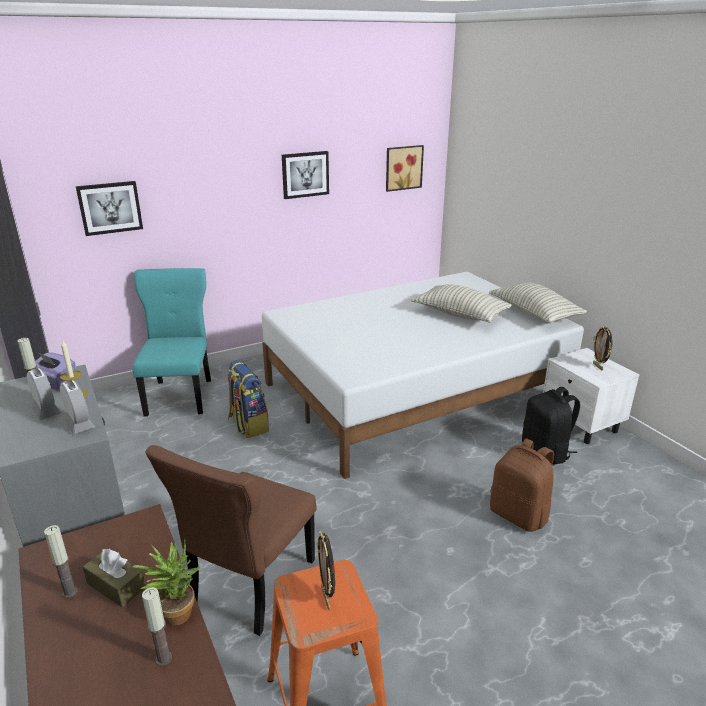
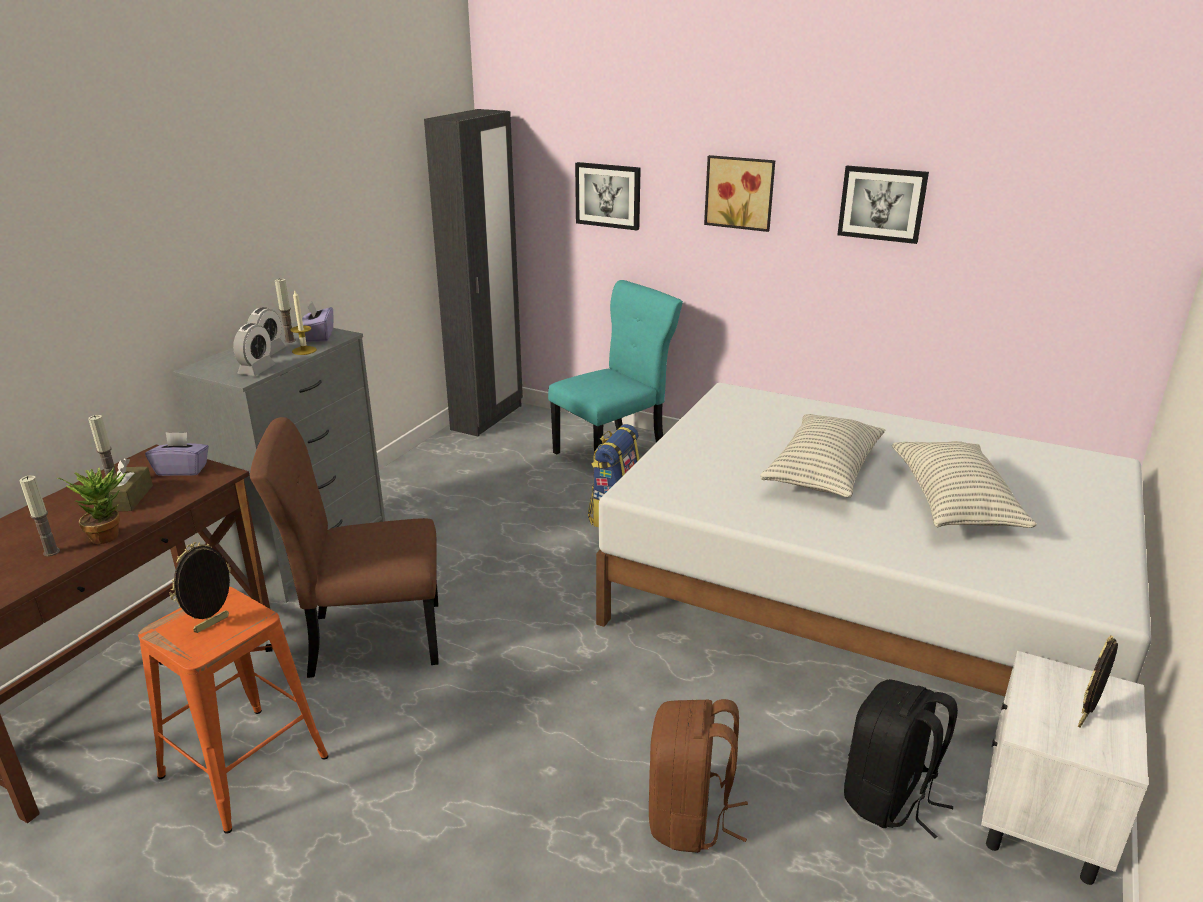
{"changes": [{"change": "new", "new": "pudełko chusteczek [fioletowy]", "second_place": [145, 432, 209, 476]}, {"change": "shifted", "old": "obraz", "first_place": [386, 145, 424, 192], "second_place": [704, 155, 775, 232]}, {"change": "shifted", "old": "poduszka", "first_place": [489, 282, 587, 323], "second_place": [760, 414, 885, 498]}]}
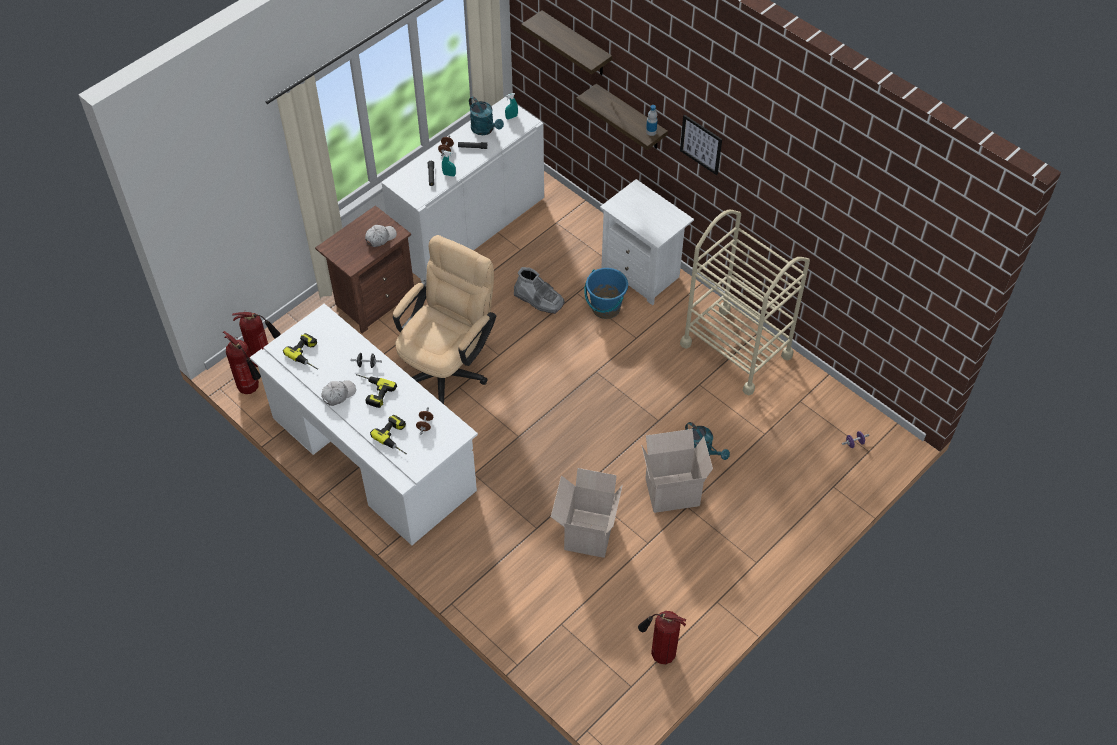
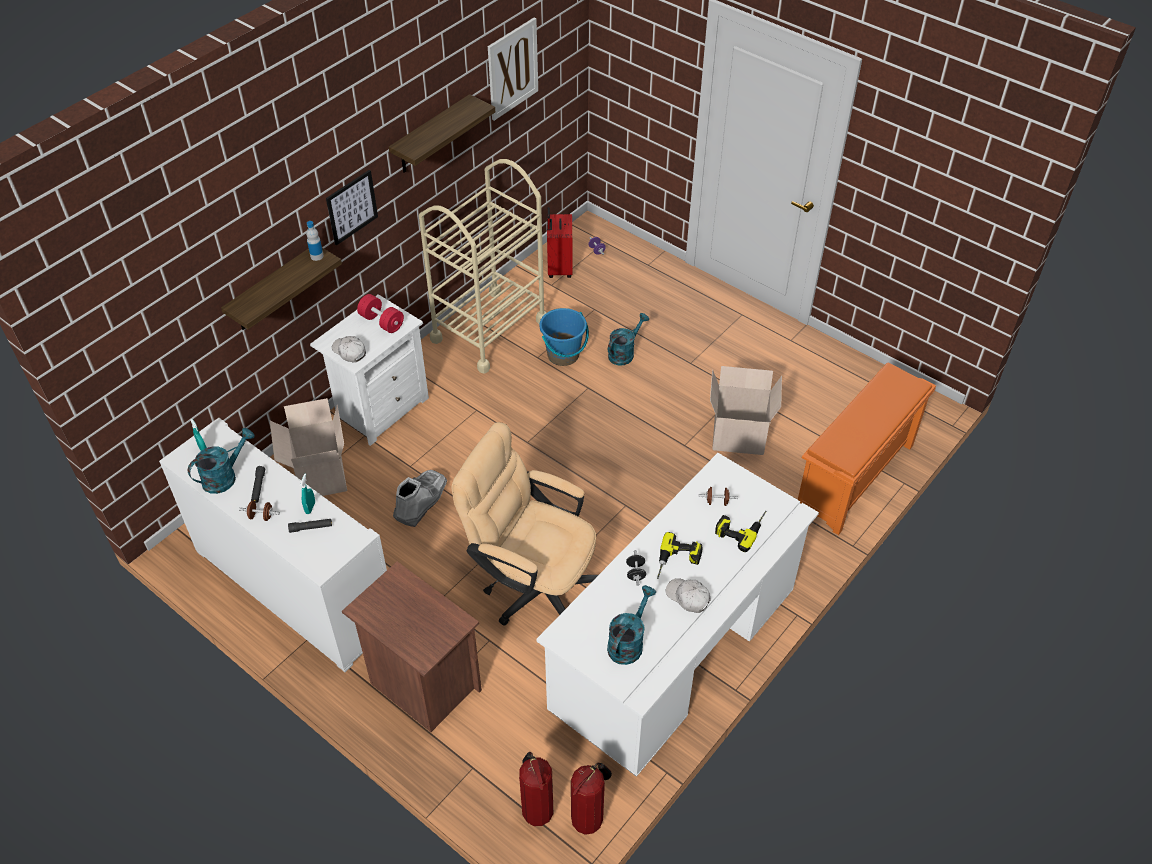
{"changes": [{"change": "gone", "old": "gaśnica", "first_place": [638, 611, 686, 664]}, {"change": "new", "new": "hantel [czerwony]", "second_place": [357, 294, 404, 333]}, {"change": "new", "new": "obraz", "second_place": [488, 17, 538, 121]}, {"change": "new", "new": "walizka [czerwony]", "second_place": [547, 207, 572, 278]}, {"change": "new", "new": "regał na buty [pomarańczowy]", "second_place": [797, 363, 936, 535]}, {"change": "shifted", "old": "czapka z daszkiem [biały]", "first_place": [365, 225, 397, 247], "second_place": [332, 336, 366, 363]}, {"change": "shifted", "old": "półka", "first_place": [521, 10, 612, 75], "second_place": [389, 94, 495, 172]}, {"change": "shifted", "old": "wiadro [niebieski]", "first_place": [584, 268, 628, 319], "second_place": [539, 308, 589, 366]}, {"change": "shifted", "old": "karton", "first_place": [641, 429, 713, 513], "second_place": [270, 398, 347, 496]}, {"change": "swapped", "old": "wiertarka", "new": "konewka [turkusowy]", "first_place": [283, 333, 318, 370], "second_place": [607, 585, 656, 665]}]}
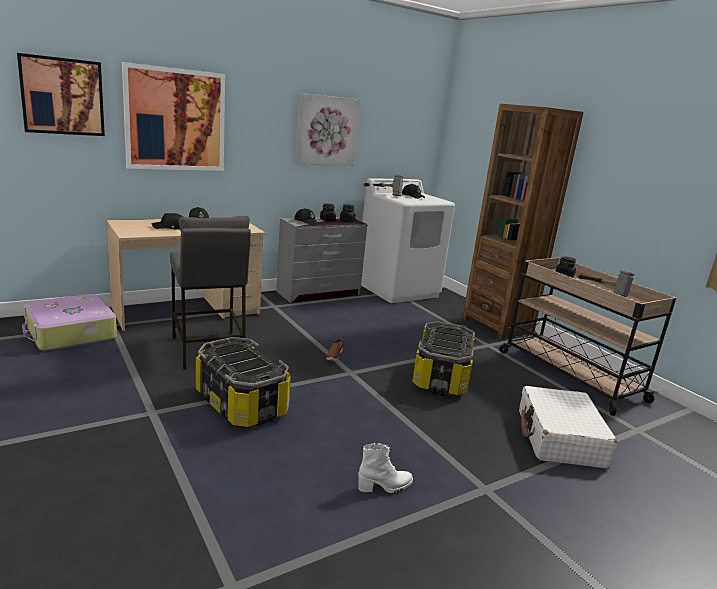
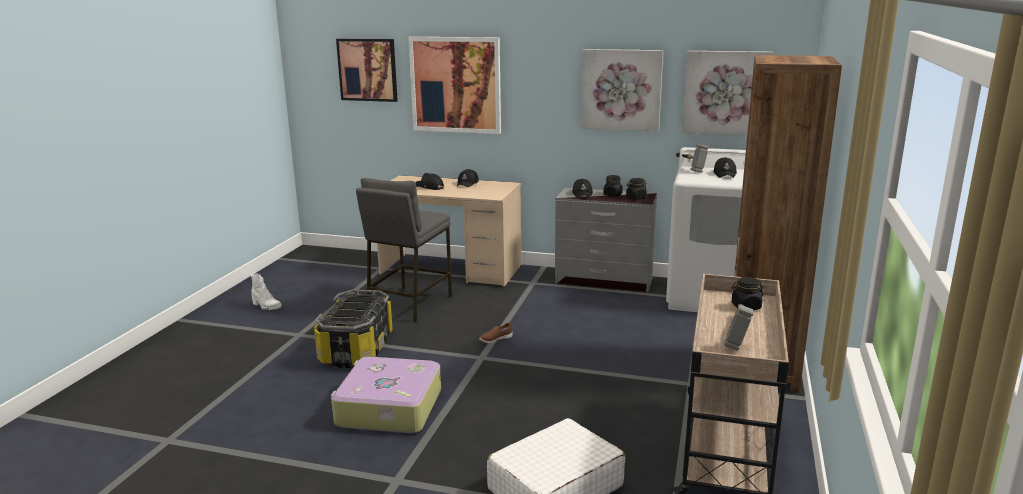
{"changes": [{"change": "gone", "old": "pojemnik do przechowywania", "first_place": [412, 321, 475, 396]}, {"change": "new", "new": "obraz", "second_place": [682, 51, 773, 135]}, {"change": "shifted", "old": "walizka", "first_place": [22, 294, 117, 351], "second_place": [331, 357, 441, 433]}, {"change": "shifted", "old": "but z cholewką [biały]", "first_place": [358, 443, 413, 493], "second_place": [251, 273, 282, 310]}]}
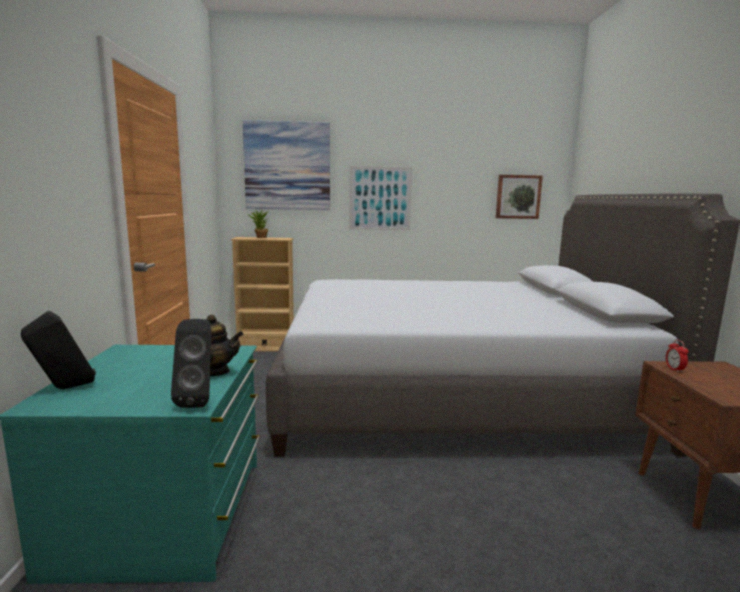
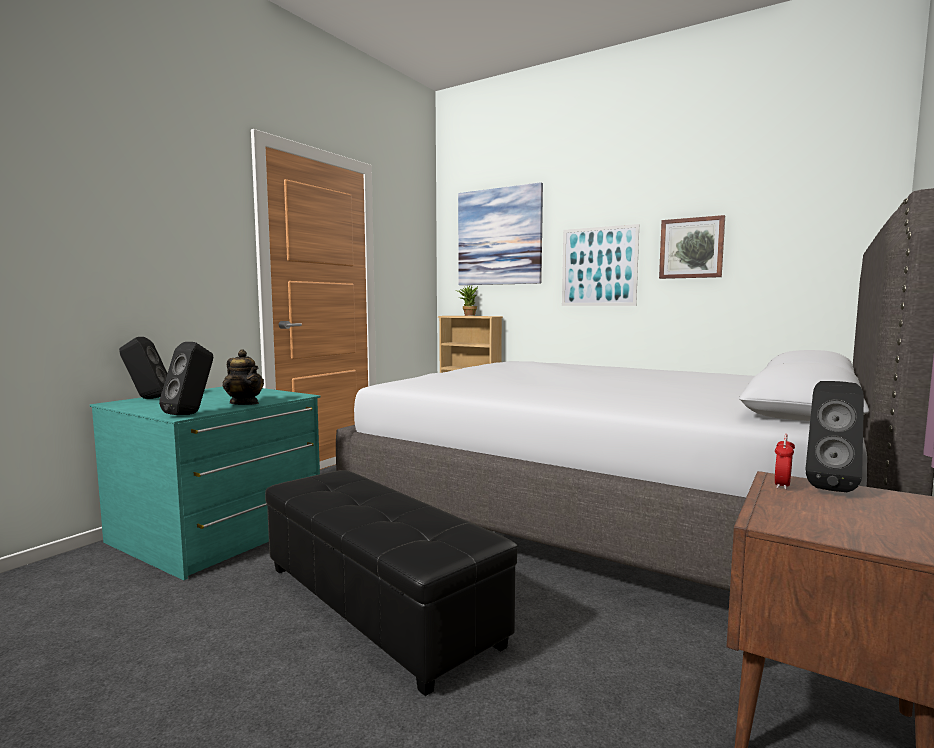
{"changes": [{"change": "new", "new": "pufa [czarny]", "second_place": [265, 470, 517, 696]}, {"change": "new", "new": "głośnik [czarny]", "second_place": [806, 381, 864, 492]}, {"change": "shifted", "old": "obraz", "first_place": [496, 175, 543, 219], "second_place": [659, 215, 725, 279]}]}
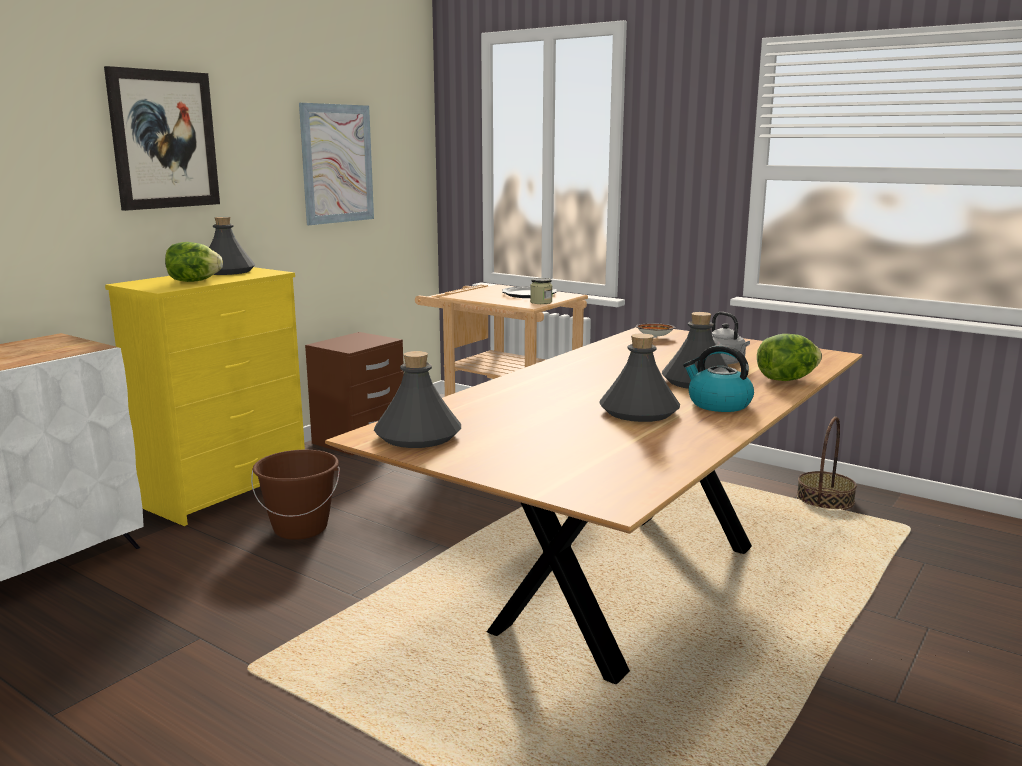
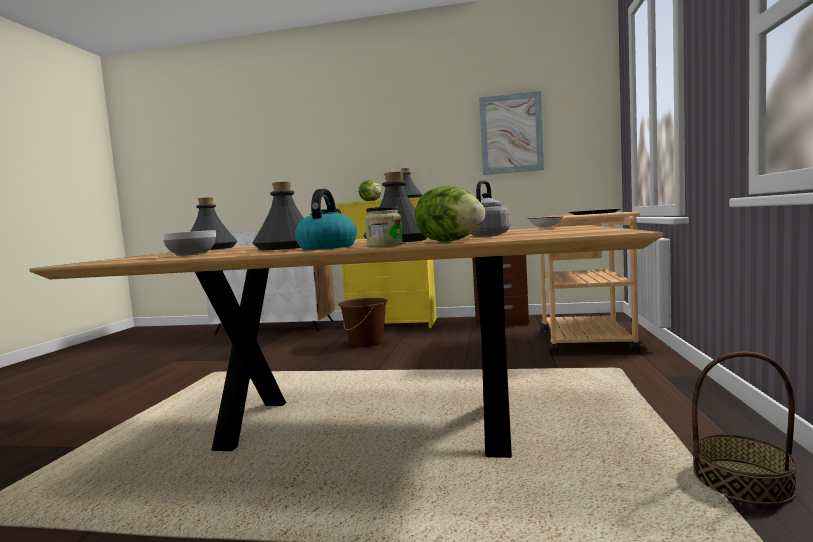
{"changes": [{"change": "gone", "old": "obraz", "first_place": [104, 66, 220, 211]}, {"change": "new", "new": "miska", "second_place": [162, 230, 216, 256]}, {"change": "shifted", "old": "słoik", "first_place": [530, 278, 552, 304], "second_place": [365, 206, 403, 247]}]}
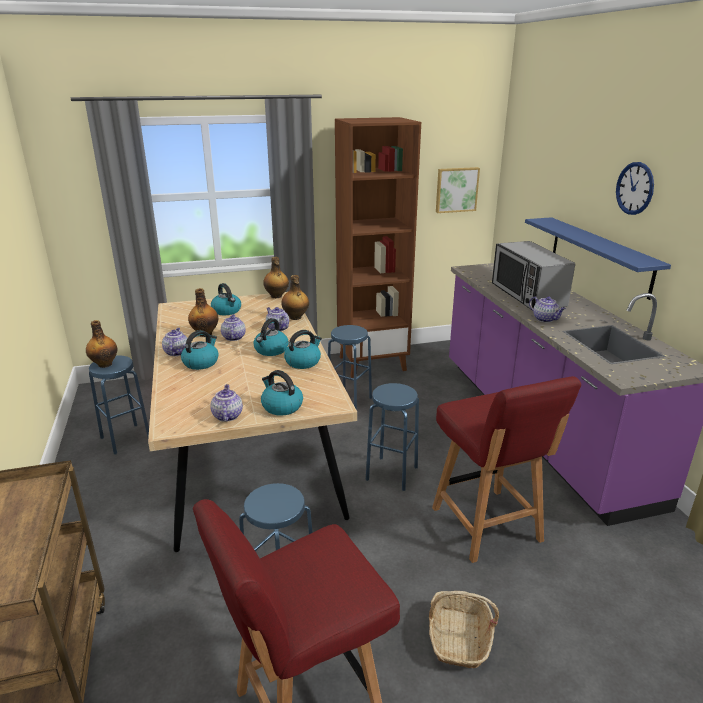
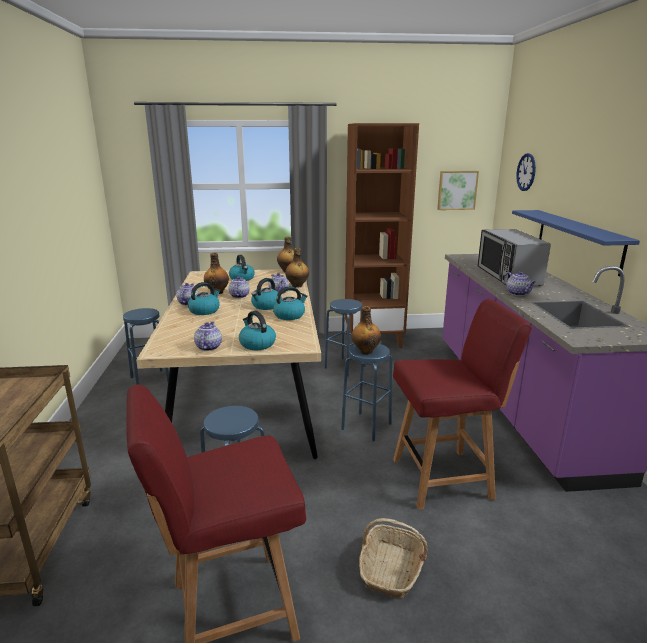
{"changes": [{"change": "shifted", "old": "butelka", "first_place": [86, 320, 117, 368], "second_place": [352, 306, 381, 354]}, {"change": "shifted", "old": "zegar ścienny", "first_place": [616, 162, 654, 215], "second_place": [516, 153, 536, 191]}, {"change": "rotated", "old": "krzesło [czerwony]", "first_place": [432, 376, 581, 563], "second_place": [393, 299, 532, 510], "degrees": -90}]}
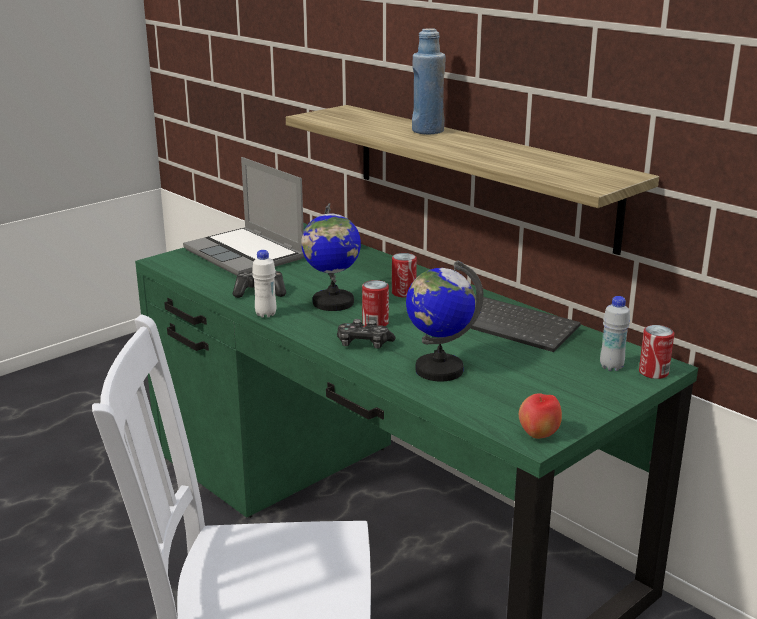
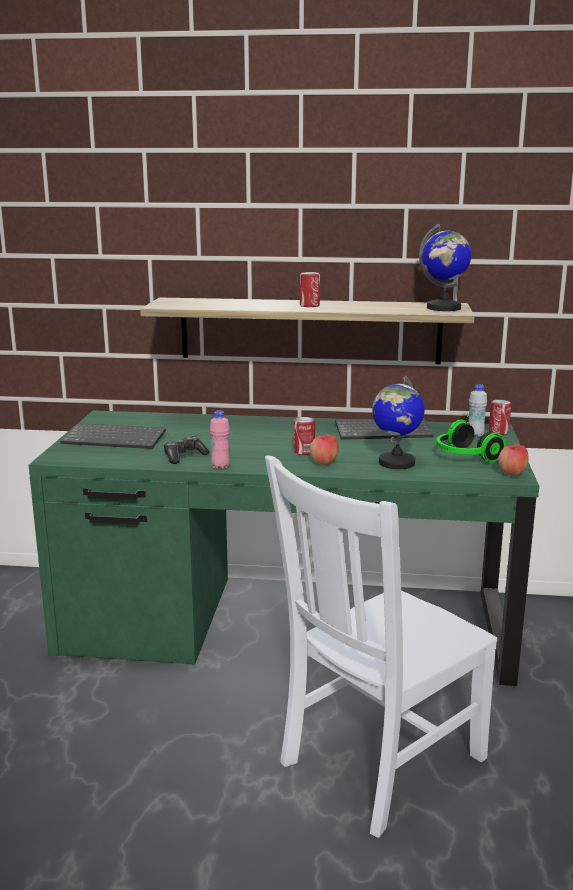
{"changes": [{"change": "gone", "old": "butelka [niebieski]", "first_place": [412, 28, 445, 134]}, {"change": "new", "new": "słuchawki", "second_place": [436, 414, 505, 463]}, {"change": "shifted", "old": "globus", "first_place": [301, 203, 361, 311], "second_place": [419, 224, 471, 311]}, {"change": "shifted", "old": "puszka", "first_place": [392, 253, 417, 298], "second_place": [300, 272, 320, 307]}, {"change": "swapped", "old": "laptop", "new": "klawiatura", "first_place": [183, 157, 304, 276], "second_place": [60, 423, 166, 449]}, {"change": "swapped", "old": "pad do gier", "new": "jabłko", "first_place": [337, 319, 395, 349], "second_place": [310, 435, 339, 465]}, {"change": "repainted", "old": "butelka [biały]", "new": "butelka [różowy]", "first_place": [252, 250, 277, 317], "second_place": [210, 410, 230, 469]}]}
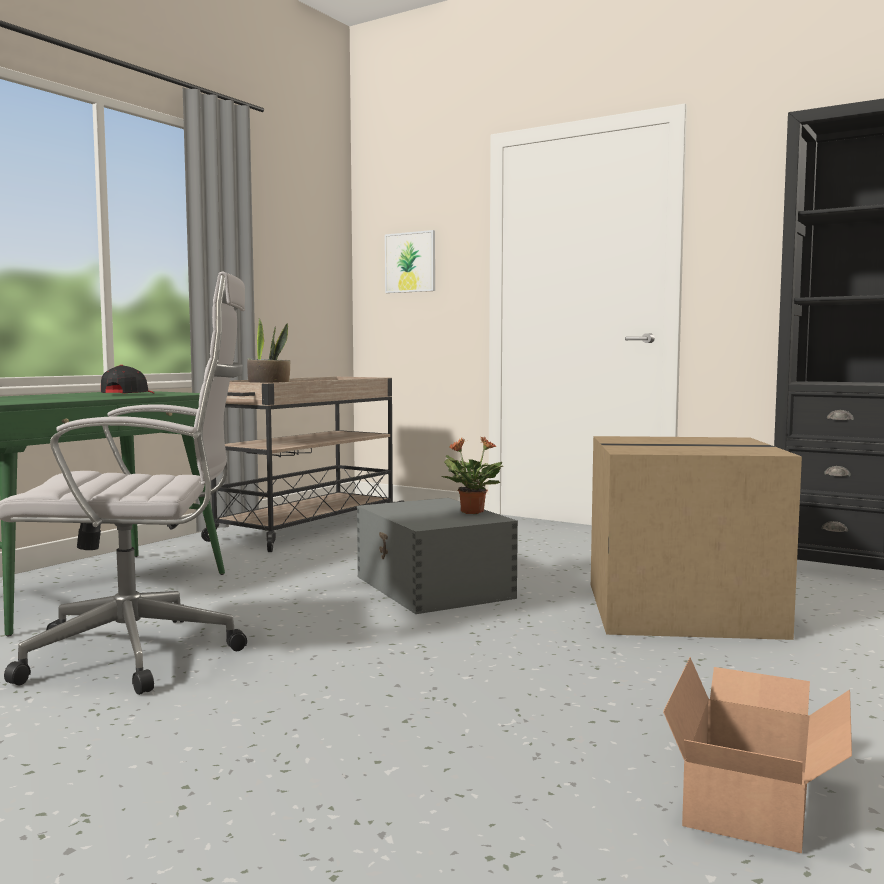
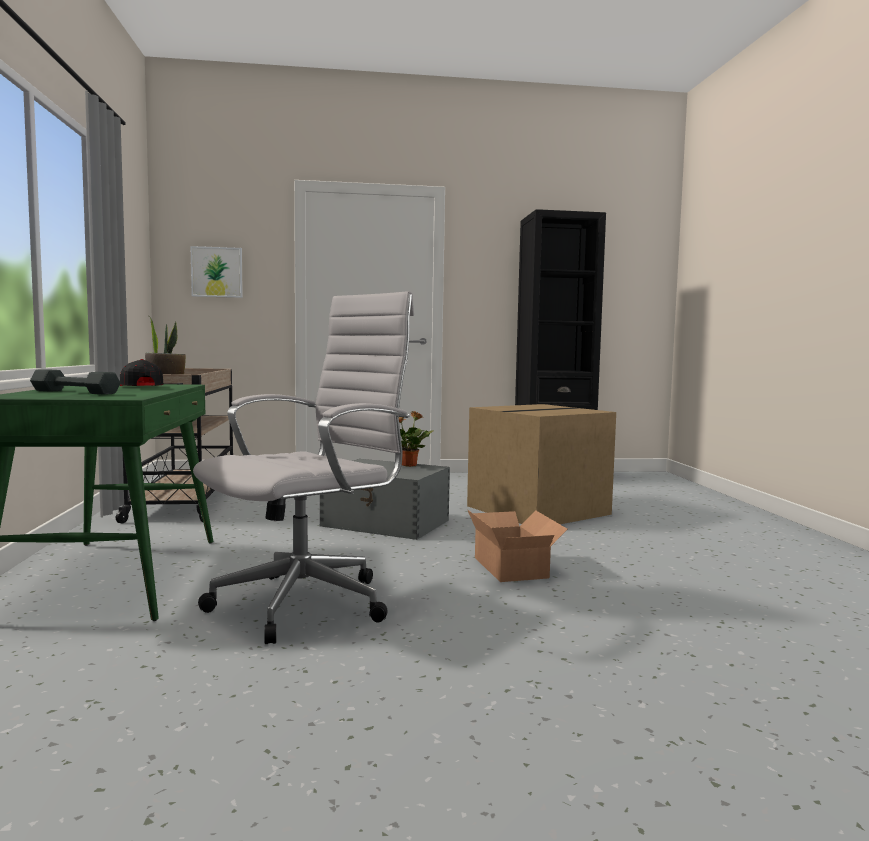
{"changes": [{"change": "new", "new": "hantel [szary]", "second_place": [30, 369, 120, 395]}, {"change": "shifted", "old": "karton", "first_place": [663, 657, 852, 853], "second_place": [467, 509, 567, 582]}]}
